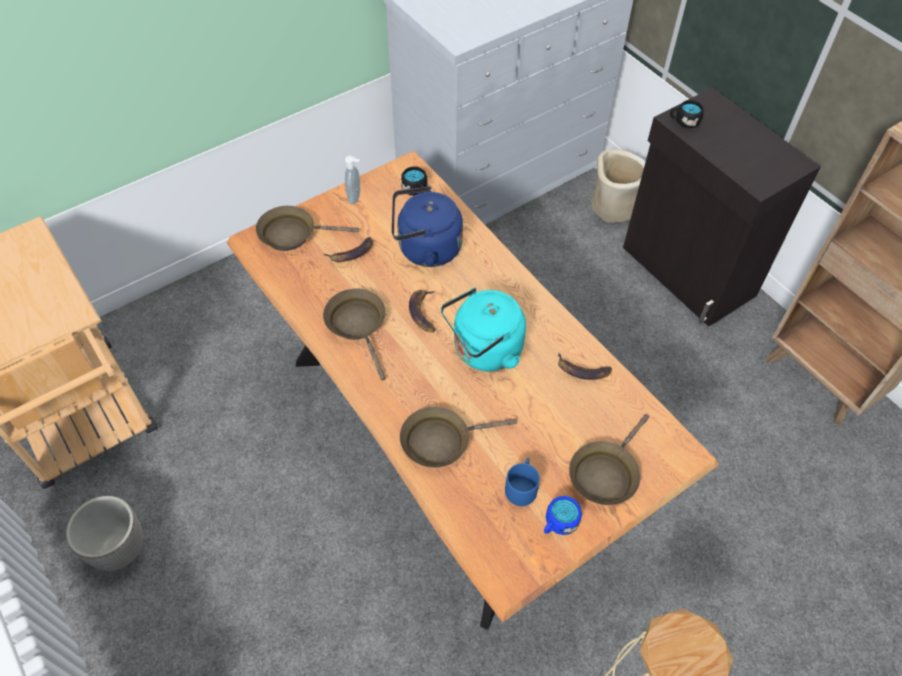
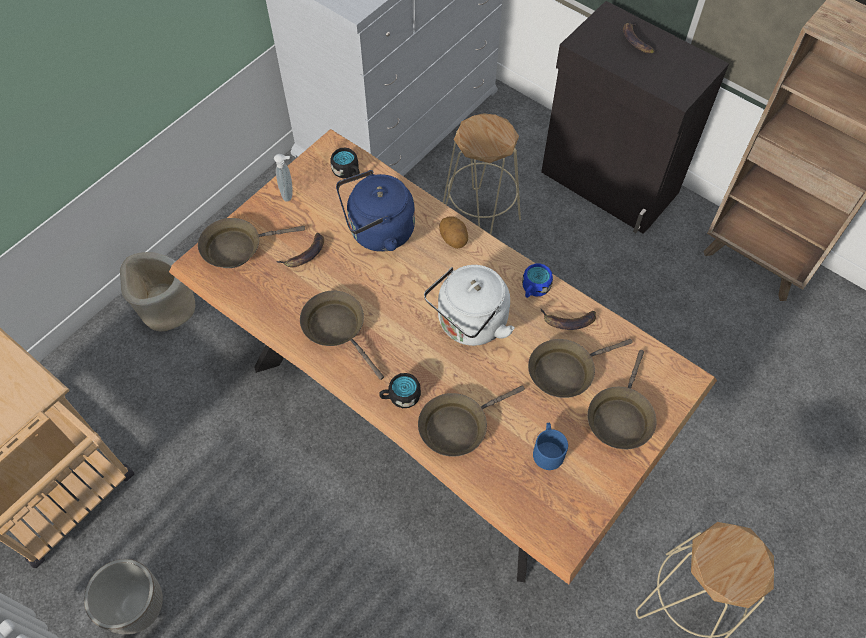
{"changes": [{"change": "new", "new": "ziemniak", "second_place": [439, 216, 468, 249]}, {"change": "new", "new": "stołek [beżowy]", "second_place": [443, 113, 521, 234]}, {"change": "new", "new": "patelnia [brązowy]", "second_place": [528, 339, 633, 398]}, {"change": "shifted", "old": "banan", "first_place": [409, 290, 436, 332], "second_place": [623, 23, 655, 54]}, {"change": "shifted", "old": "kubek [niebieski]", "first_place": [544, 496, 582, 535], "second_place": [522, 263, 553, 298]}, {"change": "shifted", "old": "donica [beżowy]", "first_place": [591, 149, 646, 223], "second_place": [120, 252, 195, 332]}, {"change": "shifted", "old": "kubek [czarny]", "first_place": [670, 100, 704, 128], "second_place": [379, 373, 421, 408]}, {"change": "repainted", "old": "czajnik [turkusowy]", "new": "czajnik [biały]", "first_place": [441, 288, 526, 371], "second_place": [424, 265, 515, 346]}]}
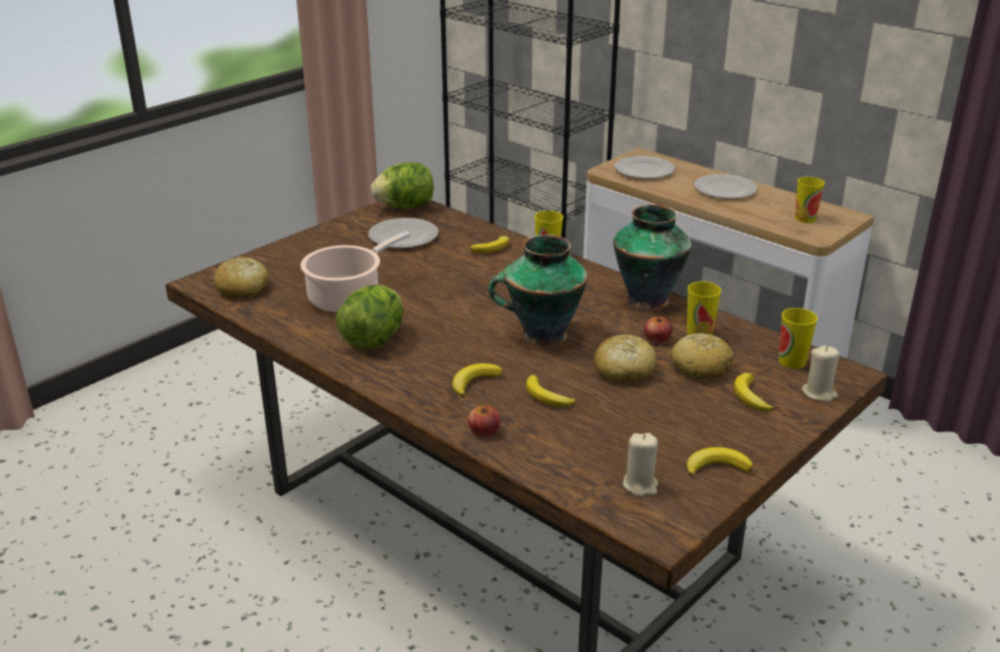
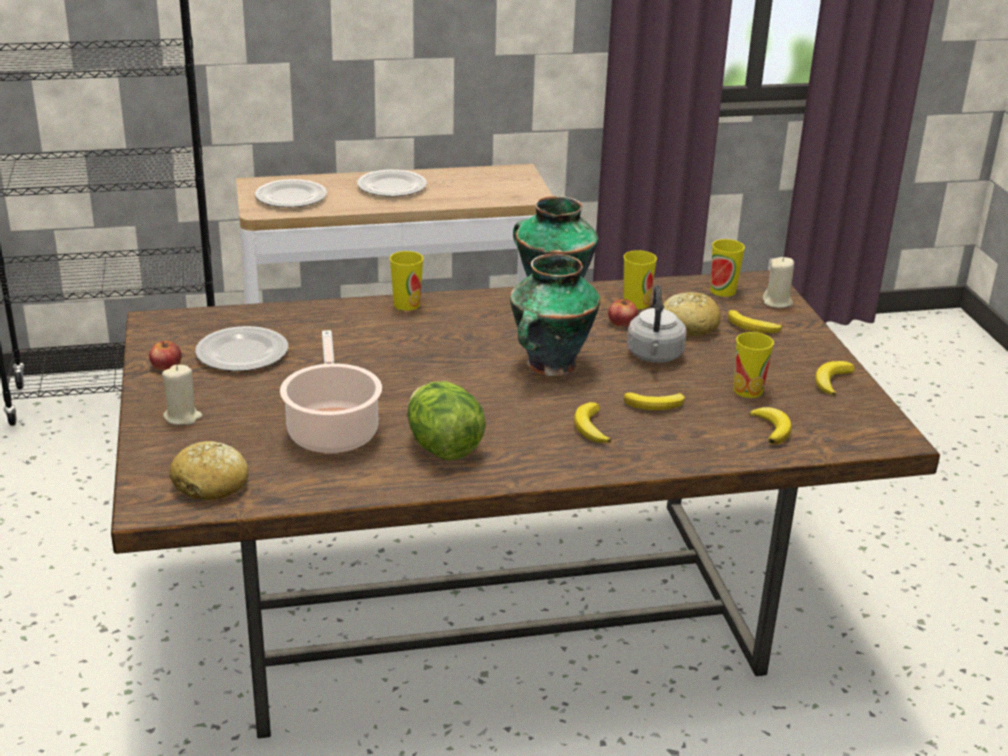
{"changes": [{"change": "gone", "old": "sałata", "first_place": [371, 162, 434, 209]}, {"change": "shifted", "old": "jabłko", "first_place": [468, 405, 501, 437], "second_place": [149, 341, 182, 371]}, {"change": "shifted", "old": "banan", "first_place": [470, 236, 509, 254], "second_place": [749, 407, 792, 444]}, {"change": "shifted", "old": "świeca [beżowy]", "first_place": [623, 433, 658, 496], "second_place": [162, 365, 202, 425]}, {"change": "shifted", "old": "filiżanka", "first_place": [795, 177, 825, 223], "second_place": [734, 332, 774, 398]}, {"change": "swapped", "old": "chleb", "new": "czajnik [szary]", "first_place": [594, 334, 656, 382], "second_place": [627, 285, 687, 363]}]}
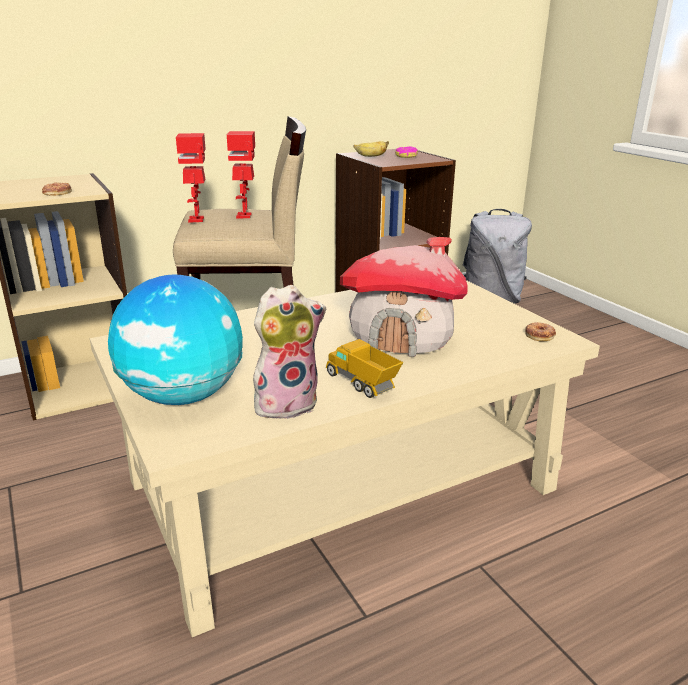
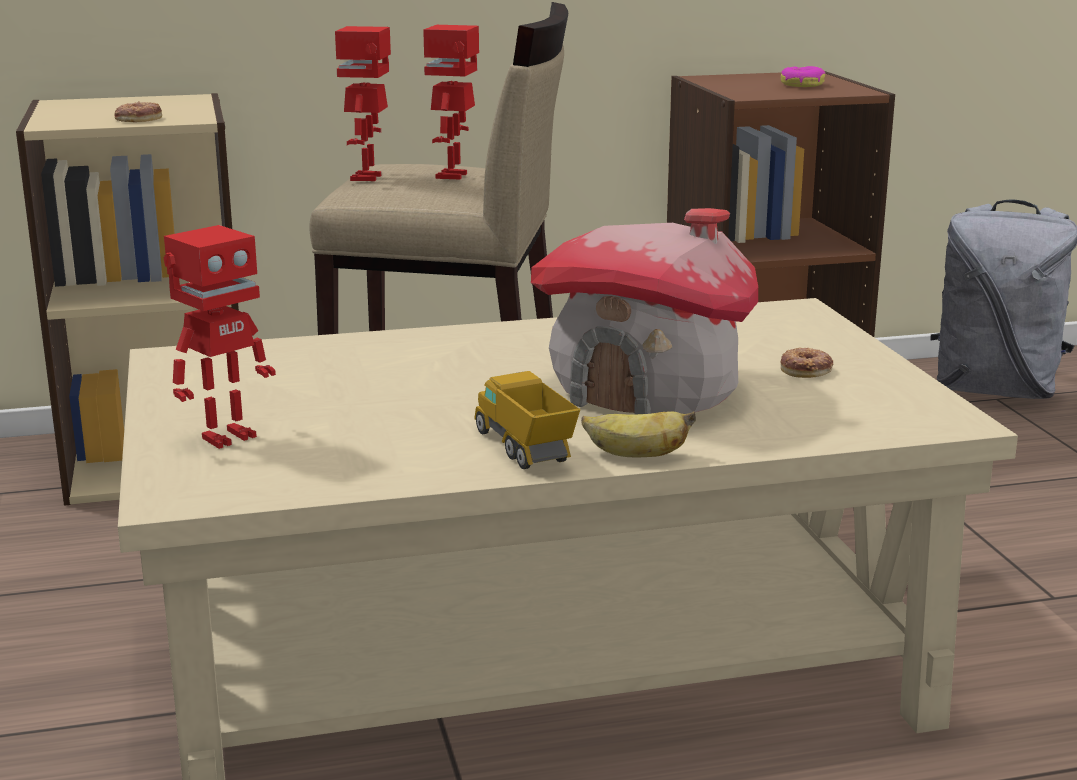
{"changes": [{"change": "gone", "old": "pluszak", "first_place": [253, 285, 326, 422]}, {"change": "shifted", "old": "banan", "first_place": [353, 141, 389, 157], "second_place": [581, 411, 696, 457]}, {"change": "shifted", "old": "donut", "first_place": [525, 322, 556, 341], "second_place": [780, 348, 833, 378]}, {"change": "swapped", "old": "globus", "new": "robot zabawkowy", "first_place": [108, 275, 243, 405], "second_place": [164, 225, 276, 449]}]}
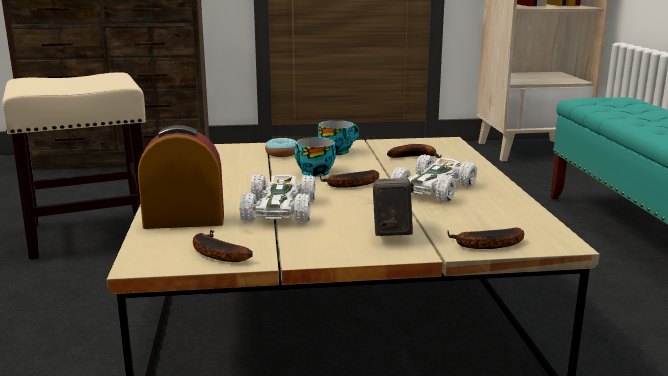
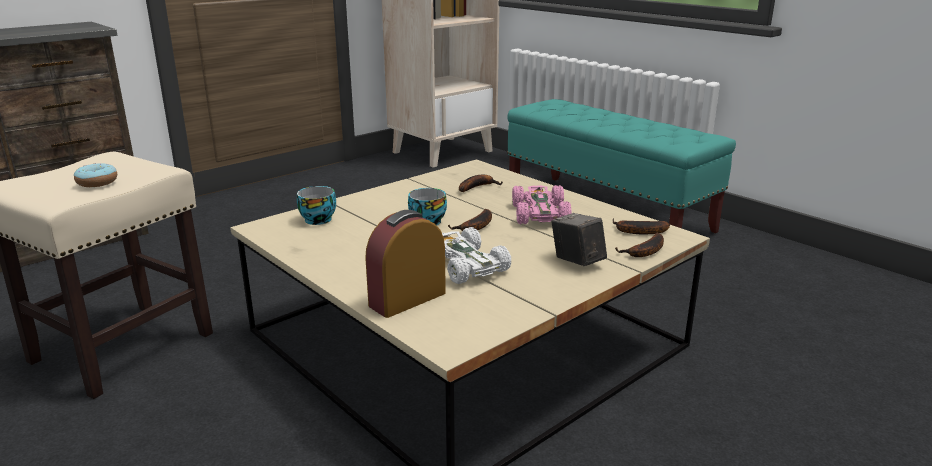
{"changes": [{"change": "shifted", "old": "banan", "first_place": [193, 230, 253, 262], "second_place": [613, 219, 670, 234]}, {"change": "shifted", "old": "donut", "first_place": [265, 138, 296, 157], "second_place": [74, 163, 117, 187]}, {"change": "shifted", "old": "filiżanka", "first_place": [318, 120, 359, 155], "second_place": [297, 186, 336, 225]}, {"change": "repainted", "old": "samochodzik [biały]", "new": "samochodzik [różowy]", "first_place": [390, 154, 477, 202], "second_place": [512, 185, 572, 224]}]}
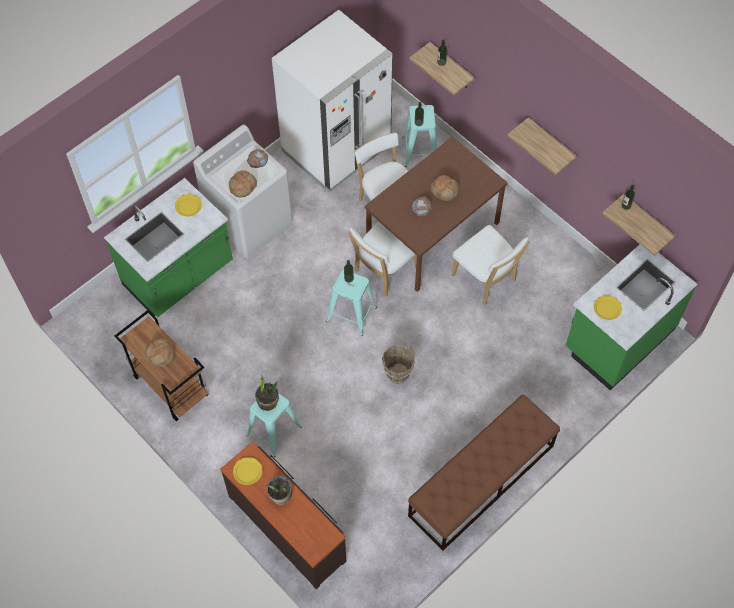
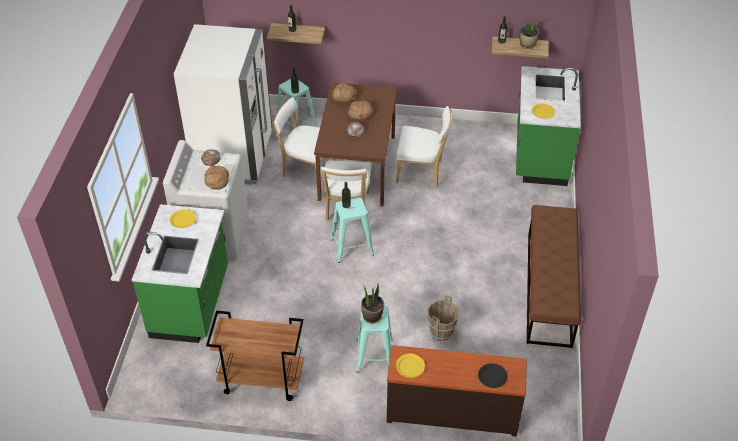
{"changes": [{"change": "gone", "old": "półka", "first_place": [508, 117, 577, 175]}, {"change": "new", "new": "talerz [czarny]", "second_place": [478, 363, 508, 388]}, {"change": "shifted", "old": "chleb", "first_place": [145, 339, 175, 367], "second_place": [332, 83, 357, 102]}, {"change": "shifted", "old": "roślina doniczkowa", "first_place": [266, 476, 292, 504], "second_place": [519, 18, 540, 49]}, {"change": "shifted", "old": "wiadro [brązowy]", "first_place": [382, 345, 415, 384], "second_place": [428, 296, 460, 341]}]}
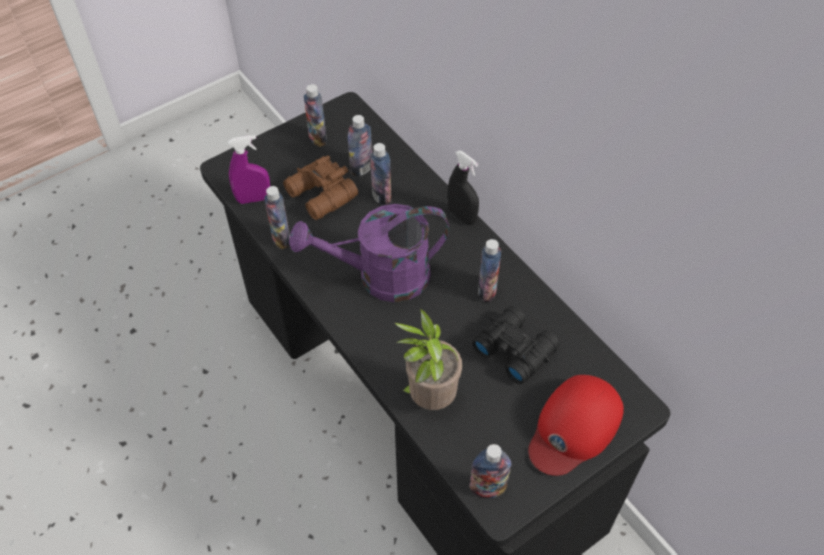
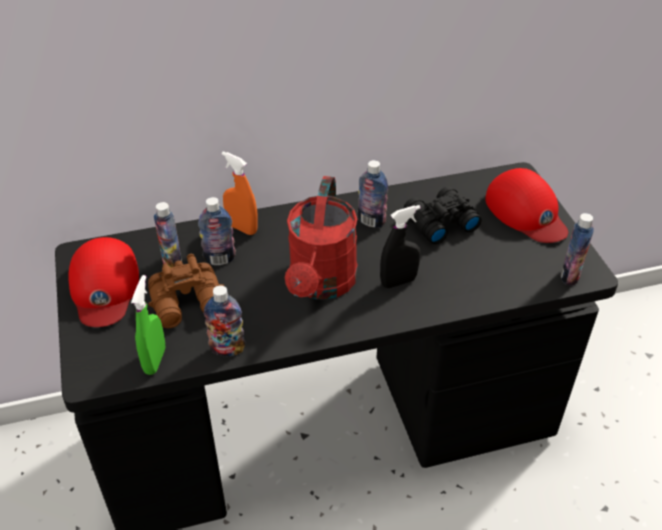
{"changes": [{"change": "gone", "old": "roślina doniczkowa", "first_place": [394, 308, 462, 410]}, {"change": "new", "new": "spryskiwacz [pomarańczowy]", "second_place": [222, 151, 258, 235]}, {"change": "shifted", "old": "spryskiwacz [czarny]", "first_place": [448, 151, 479, 225], "second_place": [380, 205, 421, 288]}, {"change": "swapped", "old": "butelka", "new": "czapka z daszkiem [czerwony]", "first_place": [304, 84, 327, 147], "second_place": [68, 237, 139, 327]}, {"change": "repainted", "old": "spryskiwacz [fioletowy]", "new": "spryskiwacz [zielony]", "first_place": [228, 135, 270, 204], "second_place": [131, 275, 166, 375]}, {"change": "repainted", "old": "konewka [fioletowy]", "new": "konewka [czerwony]", "first_place": [289, 204, 449, 303], "second_place": [285, 176, 358, 300]}]}
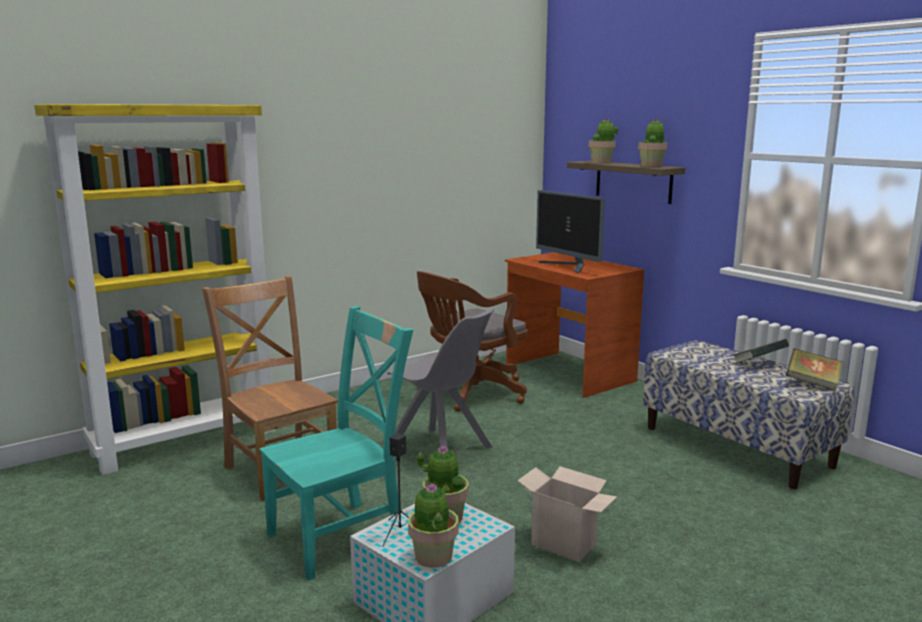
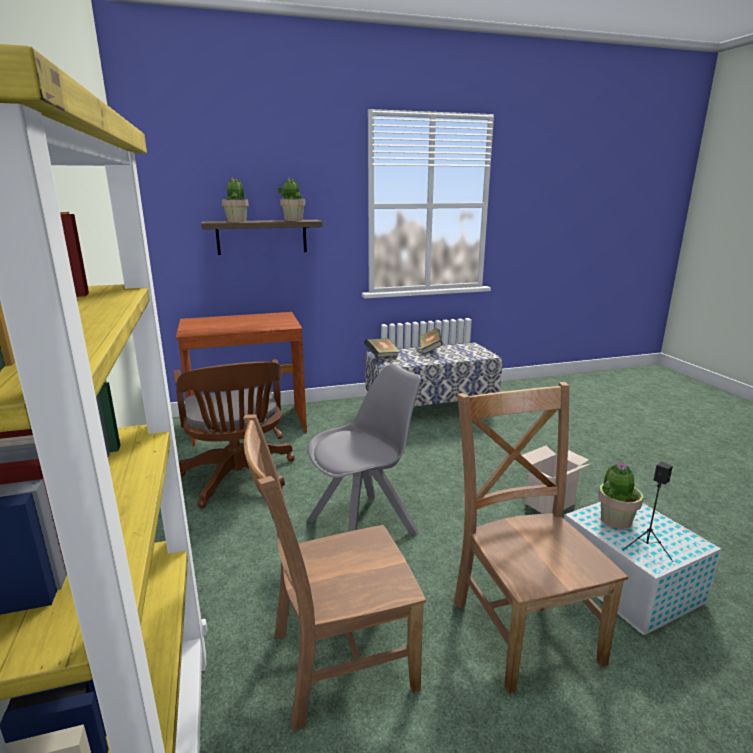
{"changes": [{"change": "gone", "old": "roślina doniczkowa", "first_place": [408, 483, 459, 568]}, {"change": "gone", "old": "monitor", "first_place": [536, 190, 605, 274]}, {"change": "shifted", "old": "książka", "first_place": [786, 348, 843, 391], "second_place": [364, 338, 401, 358]}, {"change": "repainted", "old": "krzesło [turkusowy]", "new": "krzesło [brązowy]", "first_place": [259, 306, 413, 581], "second_place": [454, 382, 628, 693]}]}
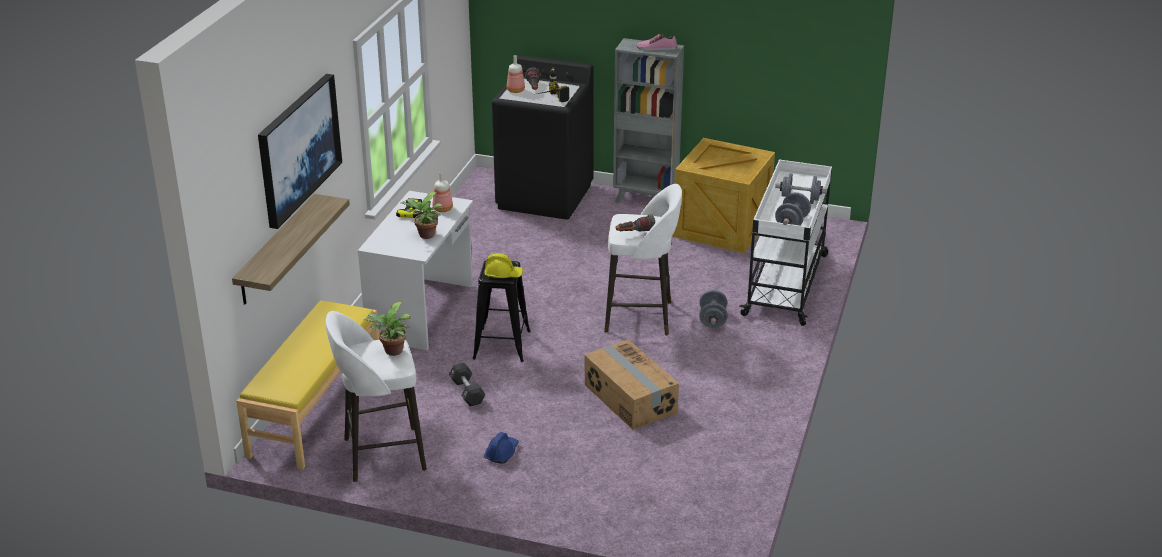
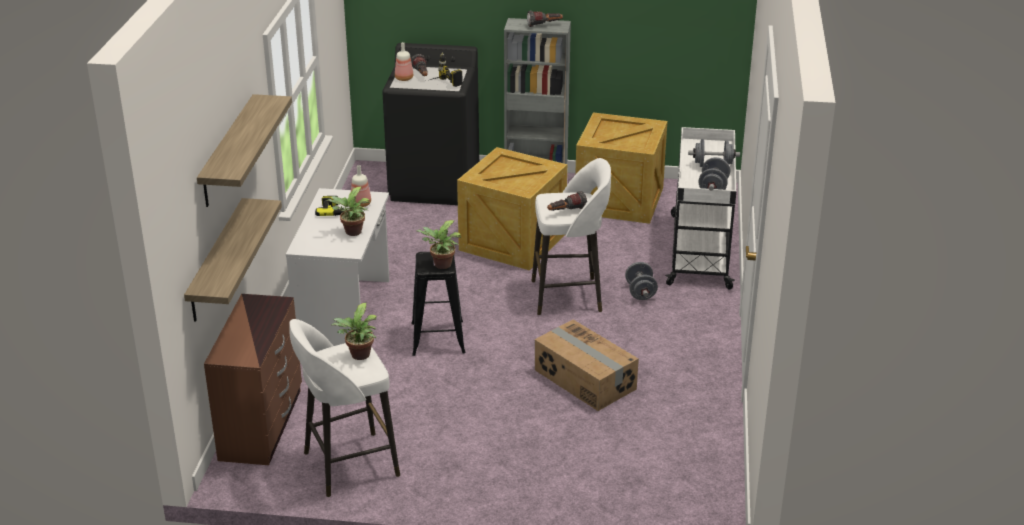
{"changes": [{"change": "gone", "old": "hantel [czarny]", "first_place": [449, 363, 485, 406]}, {"change": "gone", "old": "kask [niebieski]", "first_place": [484, 432, 519, 464]}, {"change": "new", "new": "skrzynka", "second_place": [457, 147, 567, 270]}, {"change": "swapped", "old": "ławka [żółty]", "new": "komoda [brązowy]", "first_place": [236, 301, 379, 470], "second_place": [204, 294, 302, 465]}, {"change": "swapped", "old": "obraz", "new": "półka", "first_place": [258, 74, 342, 229], "second_place": [197, 94, 292, 207]}, {"change": "swapped", "old": "kask [żółty]", "new": "roślina doniczkowa", "first_place": [484, 253, 523, 279], "second_place": [417, 220, 461, 269]}, {"change": "swapped", "old": "but", "new": "latarka", "first_place": [636, 34, 677, 51], "second_place": [527, 11, 563, 27]}]}
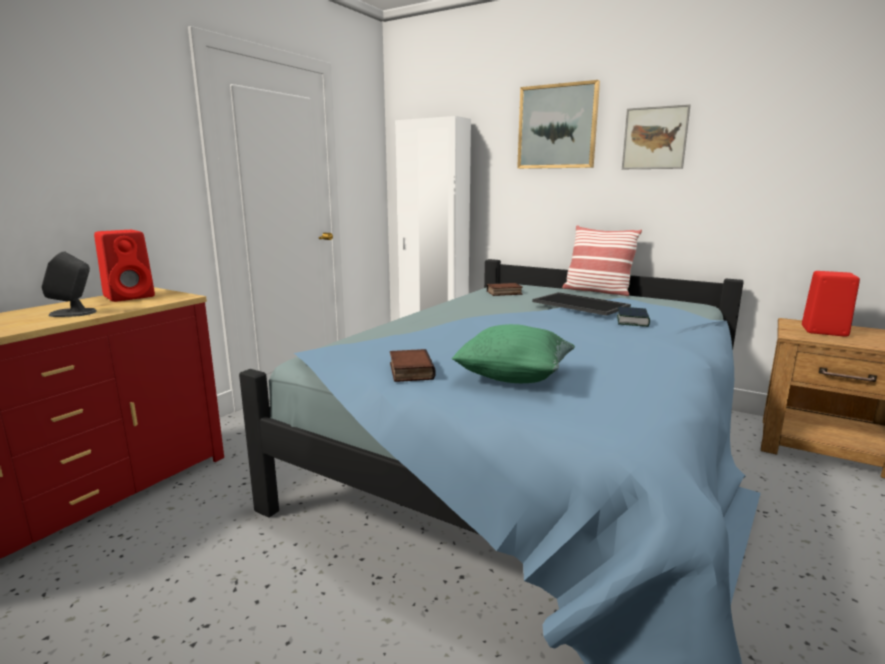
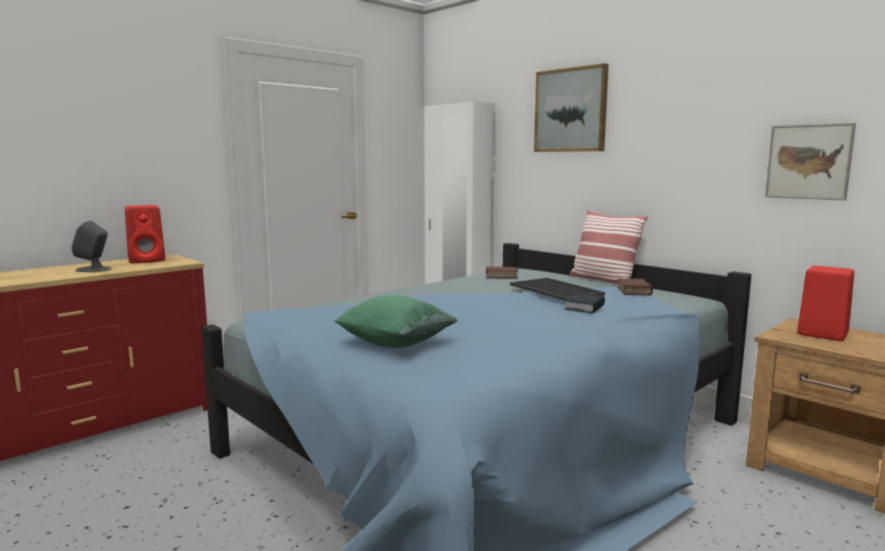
{"changes": [{"change": "shifted", "old": "książka", "first_place": [390, 349, 435, 382], "second_place": [617, 278, 653, 295]}, {"change": "shifted", "old": "obraz", "first_place": [622, 104, 691, 169], "second_place": [765, 123, 856, 200]}]}
